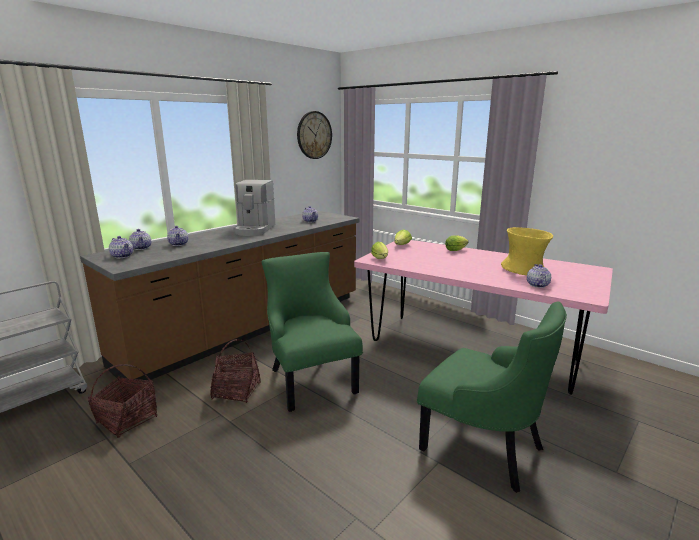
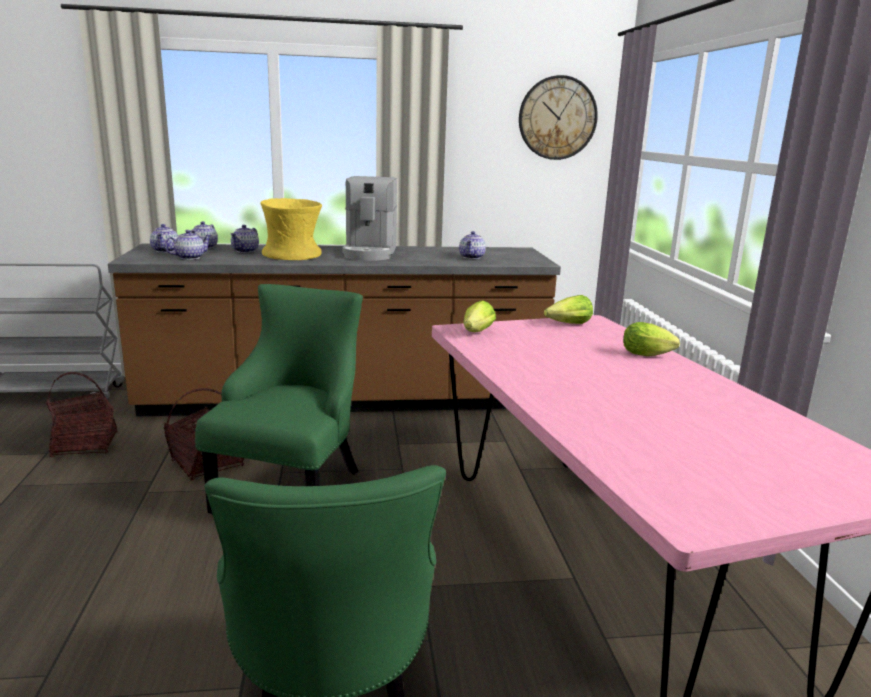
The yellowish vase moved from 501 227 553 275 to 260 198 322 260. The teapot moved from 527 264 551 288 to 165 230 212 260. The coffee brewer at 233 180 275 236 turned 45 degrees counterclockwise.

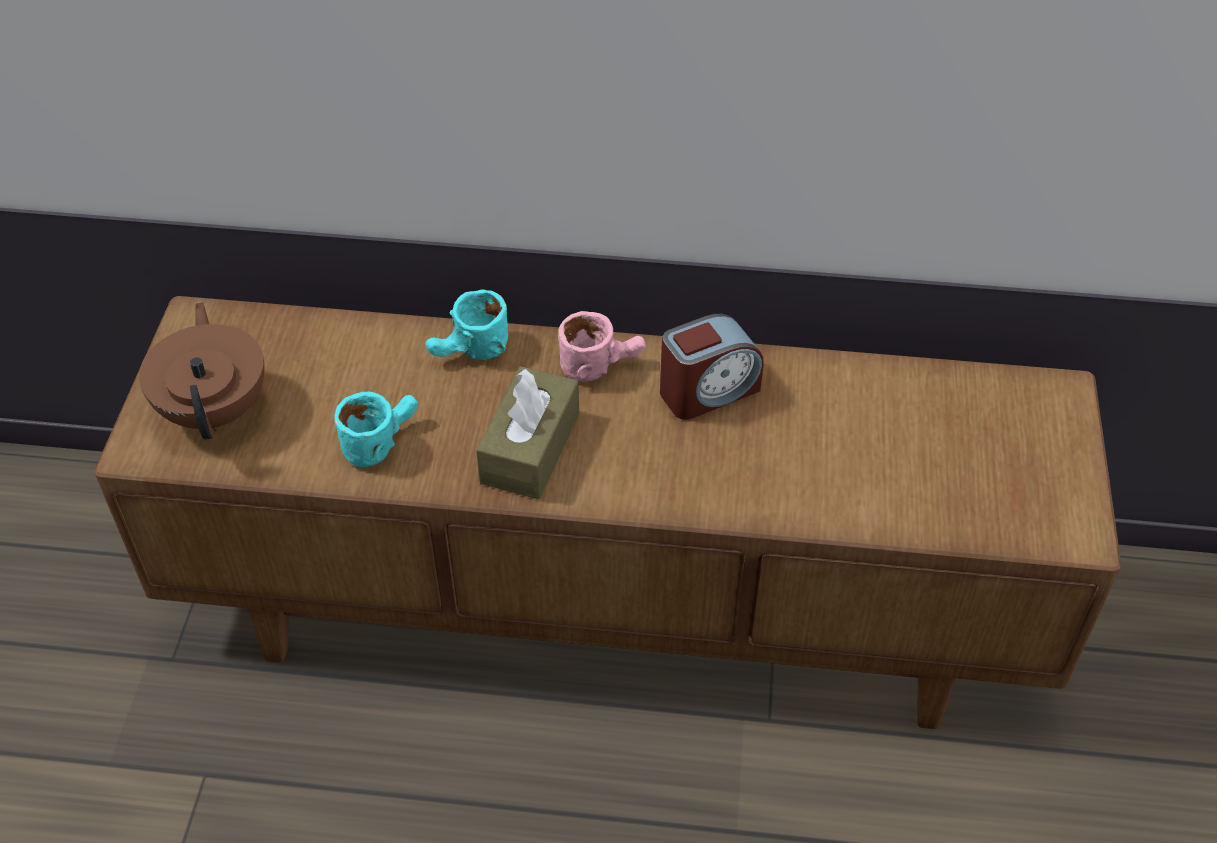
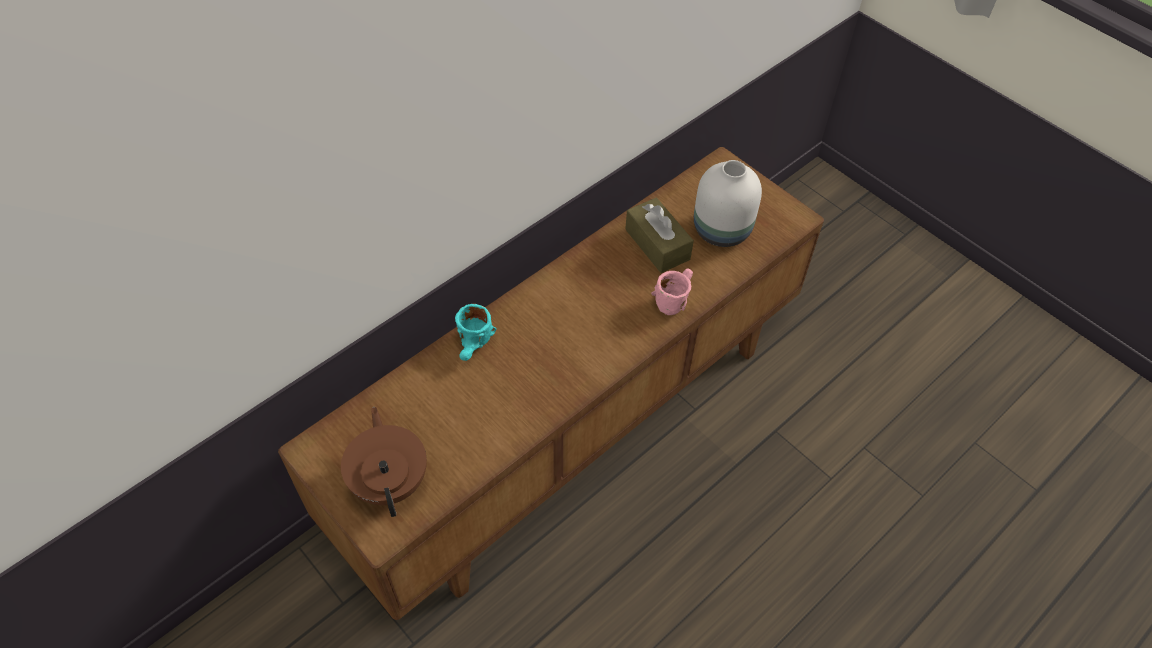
The blue-green tea mug at 334 392 418 467 disappeared. The alarm clock at 660 314 764 420 disappeared. The white-coloured vase at 694 160 762 247 appeared. The brown-coloured tissue holder moved from 476 366 579 499 to 625 198 694 273. The pink-coloured tea mug moved from 558 311 646 382 to 651 269 693 315. The brown-coloured teapot at 139 302 264 440 turned 45 degrees clockwise.

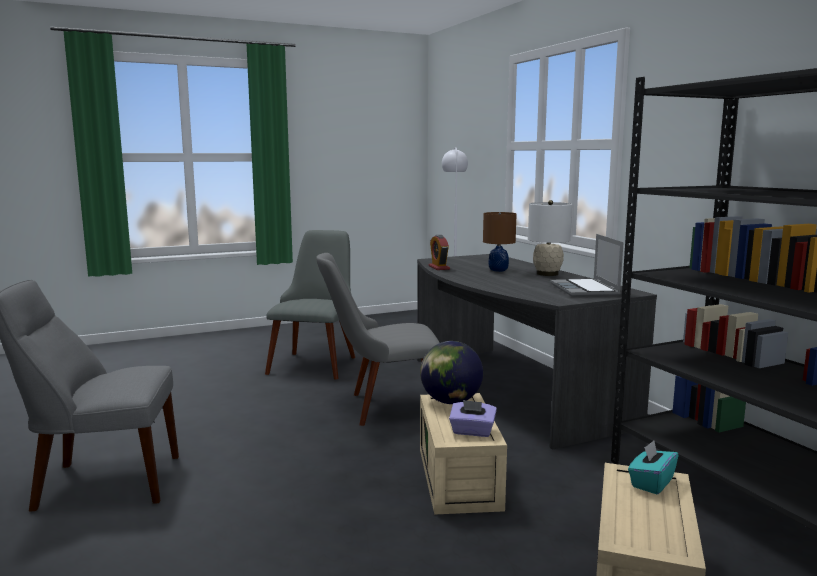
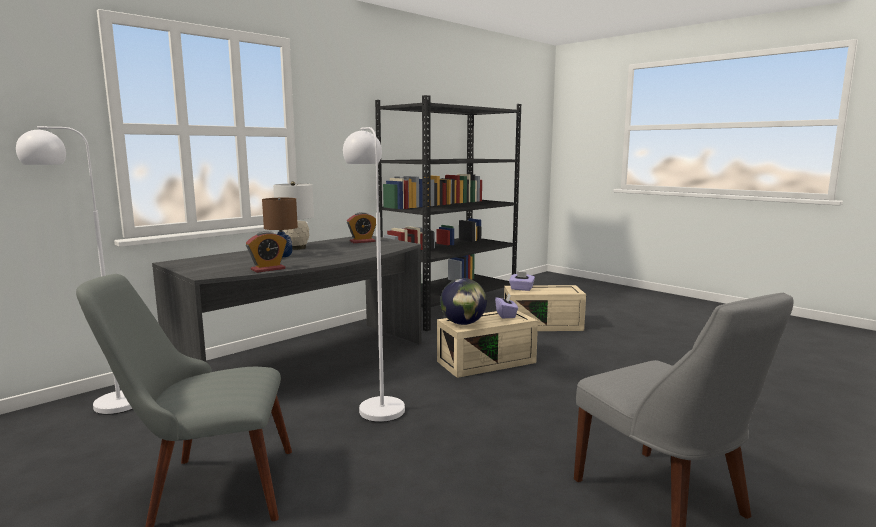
The grey chair at 316 253 440 426 was replaced by the white-coloured floor lamp at 343 127 405 422. The laptop at 550 234 624 297 was replaced by the alarm clock at 347 212 376 243. The blue-green tissue holder at 628 440 679 494 became the purple-coloured tissue holder at 509 271 535 291.

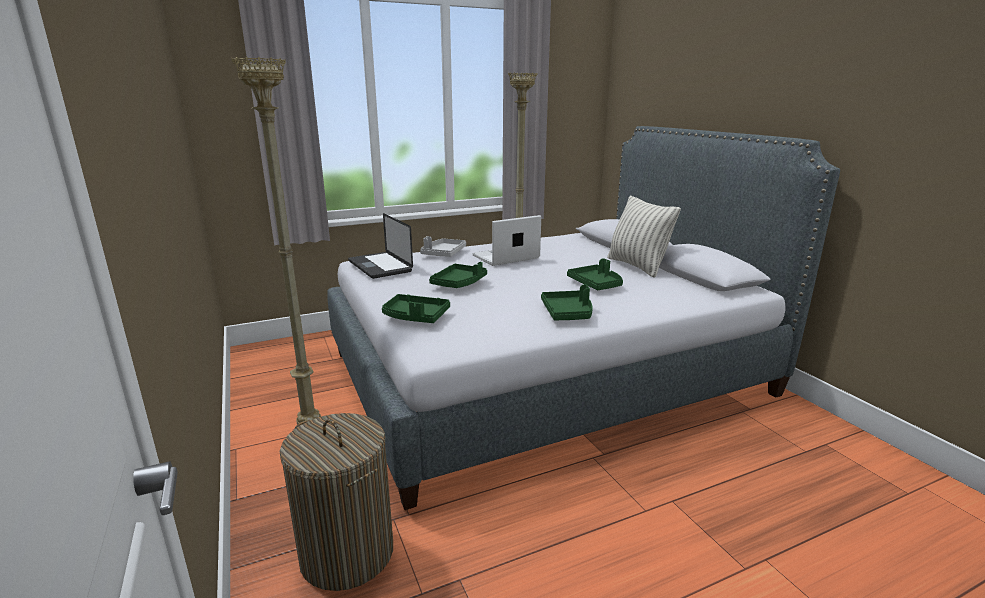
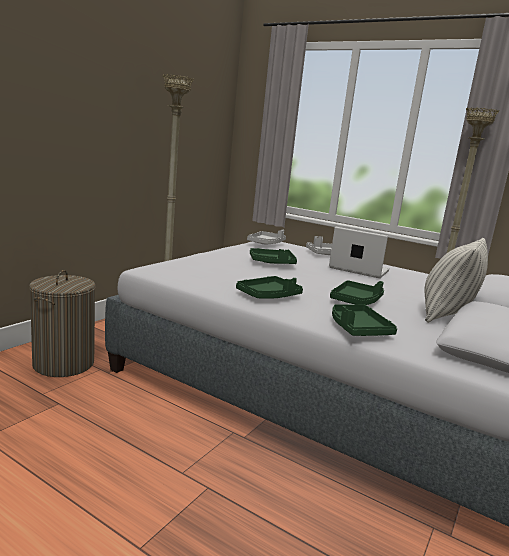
The green-coloured tray moved from 382 294 450 323 to 332 304 397 336. The laptop at 348 213 413 279 was replaced by the grey tray at 247 230 286 244.

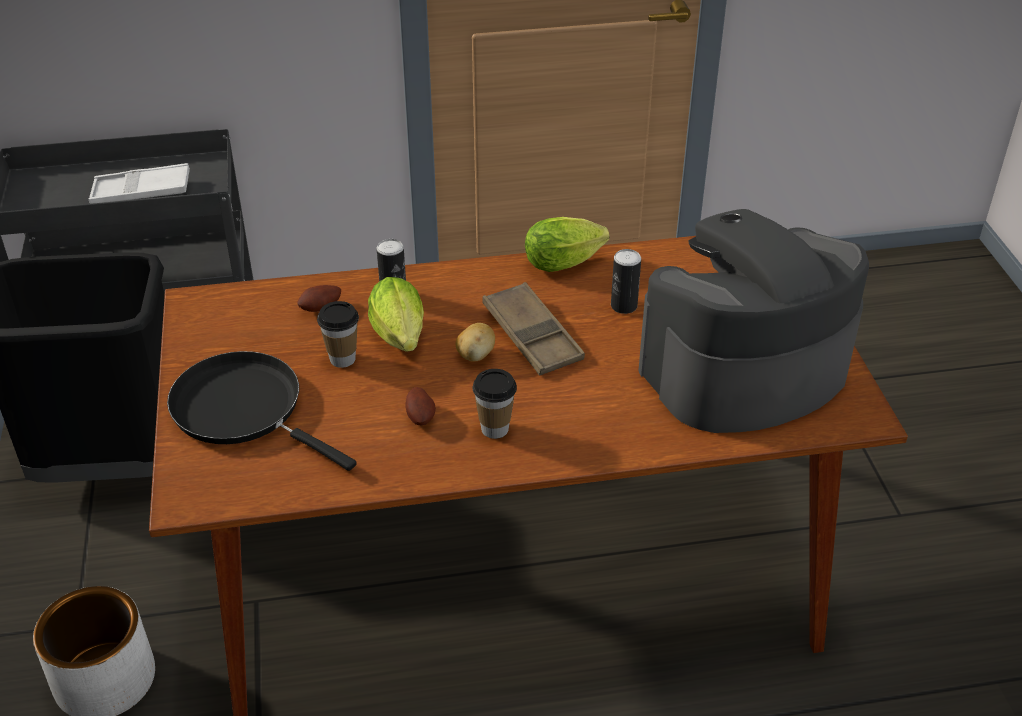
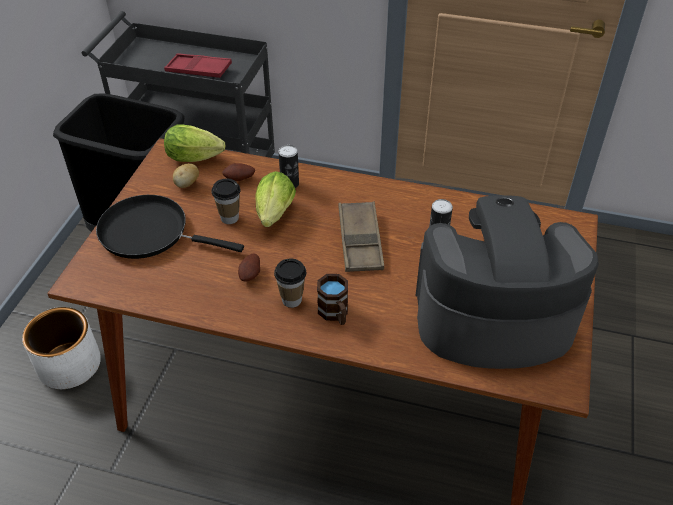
The brown-coloured tea mug at 317 274 348 325 appeared. The whole potato moved from 456 323 495 362 to 173 163 199 188. The lettuce moved from 525 217 610 272 to 164 124 225 162. The white-coloured tray at 89 163 190 204 became the red-coloured tray at 164 53 232 78. The black-coloured skillet at 167 351 357 471 turned 45 degrees counterclockwise.

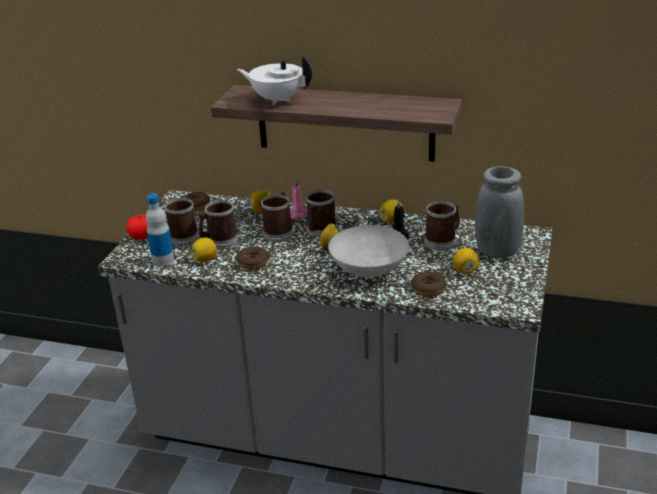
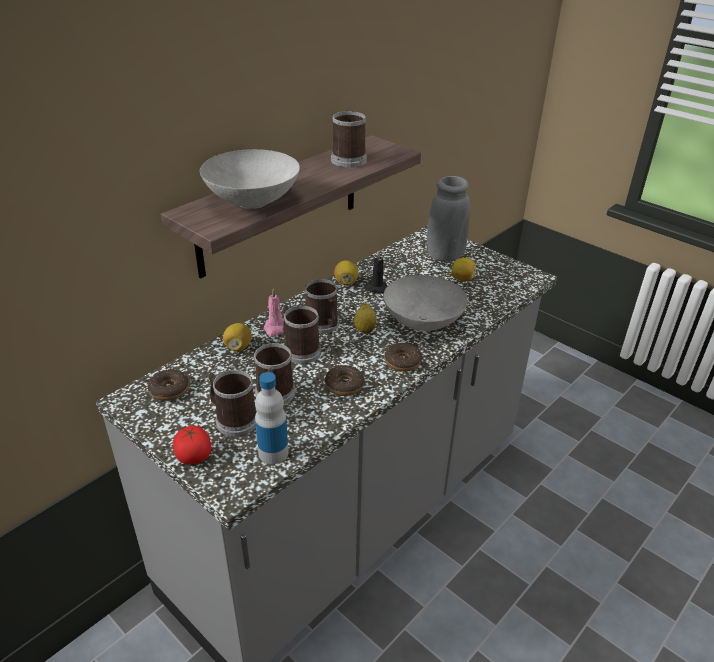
The citrus fruit at 191 237 217 262 disappeared. The ring doughnut moved from 411 271 446 297 to 384 343 422 372. The tea mug moved from 424 201 460 251 to 331 110 367 168. The white-coloured teapot at 237 55 312 105 was replaced by the grey serving bowl at 200 149 300 209.

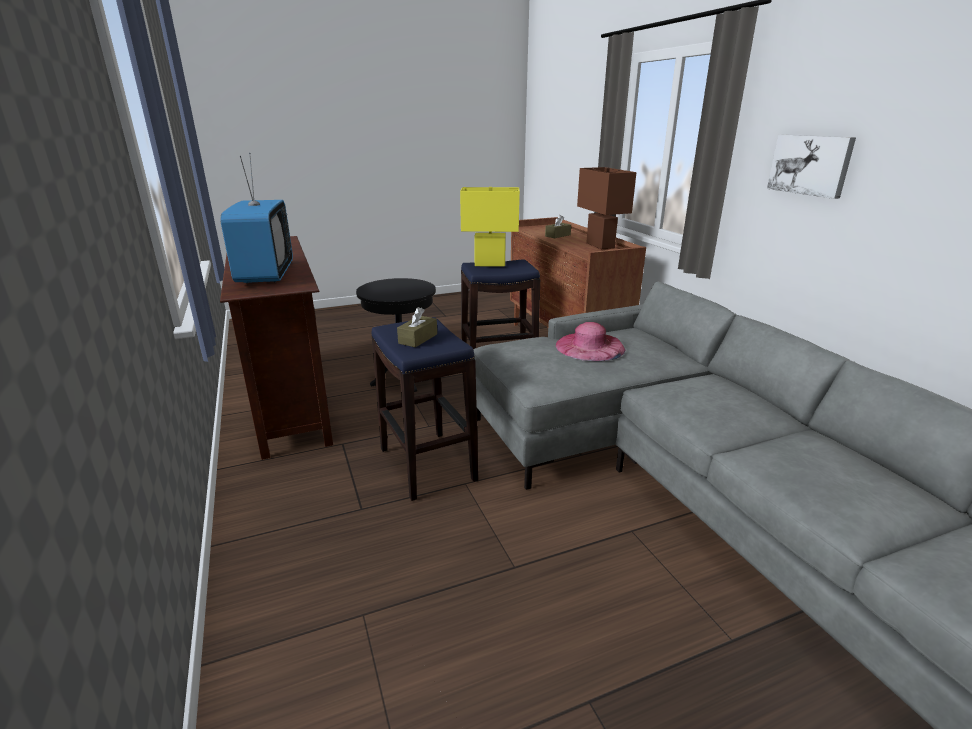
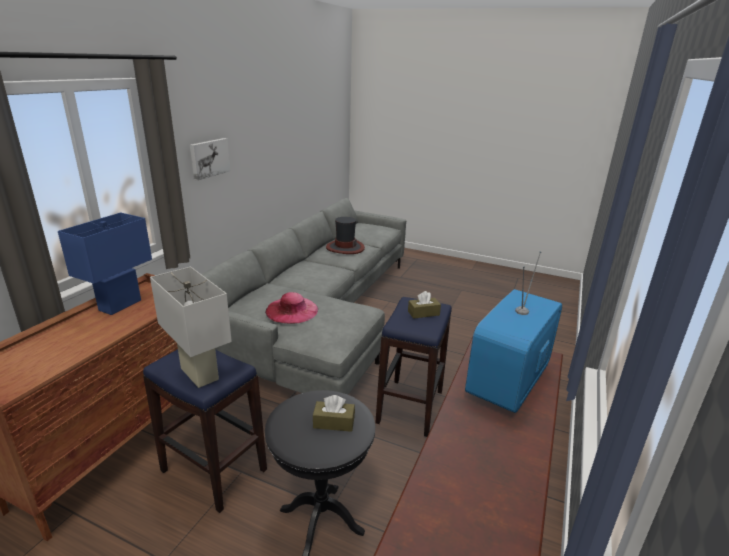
The wearable hat at 326 217 365 254 appeared. The brown-coloured tissue holder moved from 545 215 571 238 to 313 395 355 432. The yellowish table lamp at 460 187 520 267 became the white-coloured table lamp at 150 267 232 388. The brown-coloured table lamp at 577 167 636 249 became the blue table lamp at 58 212 152 315.

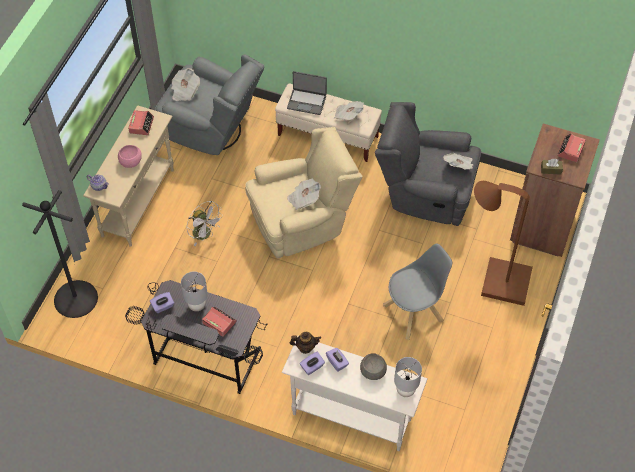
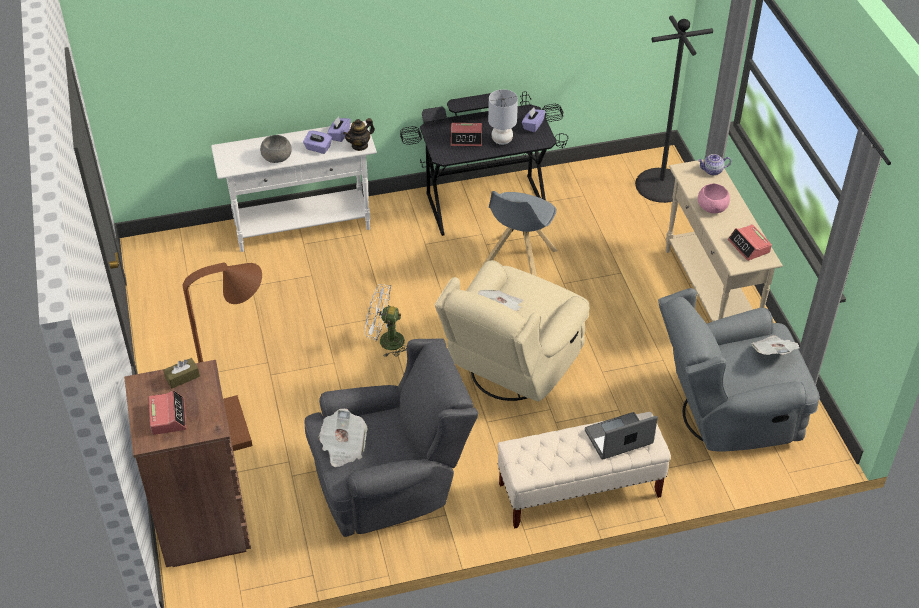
The daily paper at 334 101 364 121 disappeared. The grey table lamp at 394 357 422 397 disappeared. The white-coloured fan moved from 186 201 224 246 to 365 284 407 357. The grey chair moved from 383 244 452 340 to 483 191 557 276.

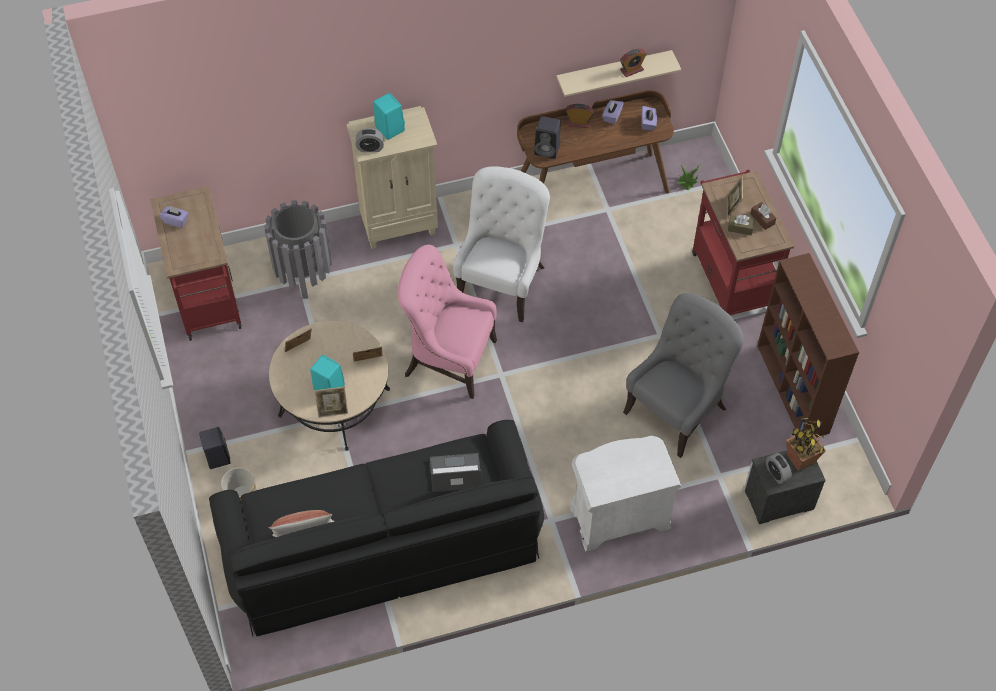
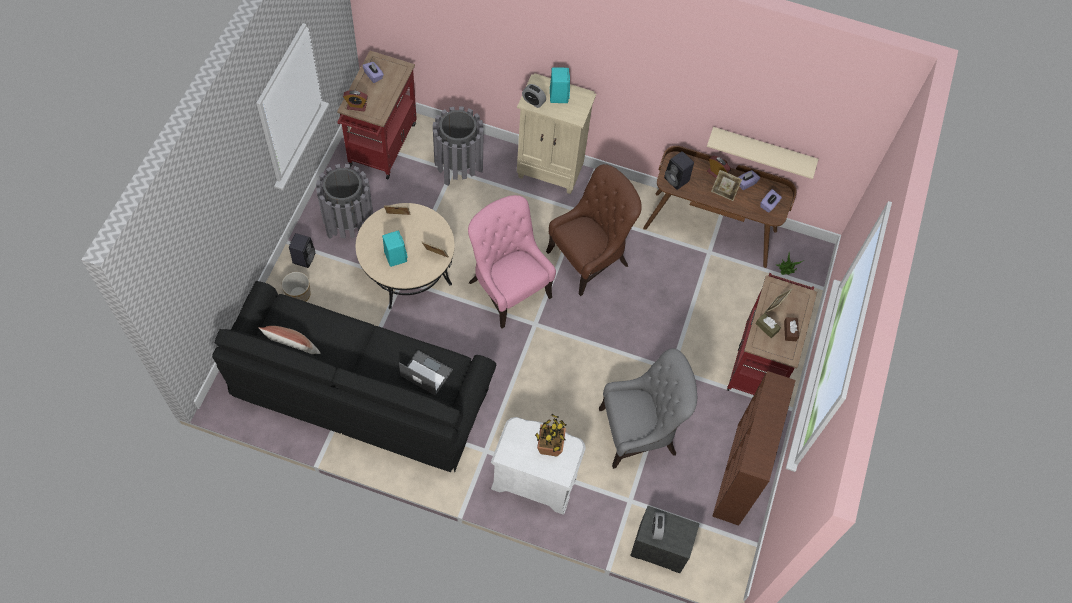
The grey waste bin at 316 164 373 239 appeared. The picture frame moved from 315 387 348 418 to 711 170 742 201. The alarm clock moved from 620 48 647 77 to 343 90 368 112. The potted plant moved from 786 417 826 471 to 535 413 566 457. The white-coloured chair at 453 166 550 323 became the brown-coloured chair at 546 164 642 296.

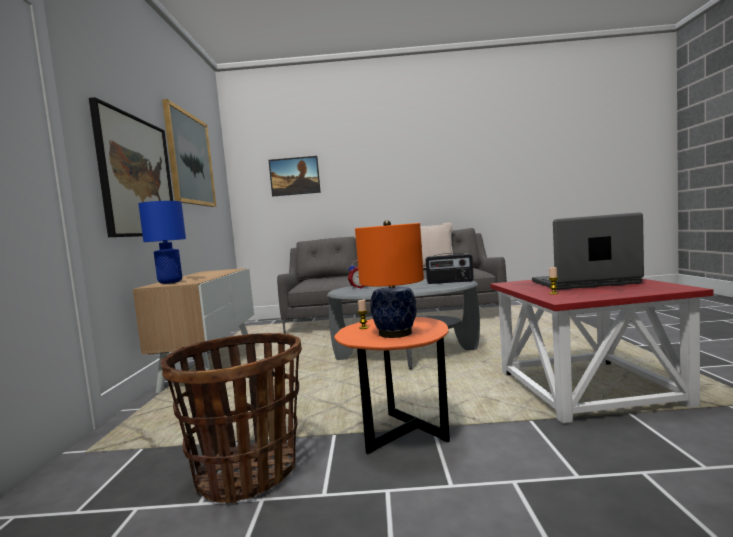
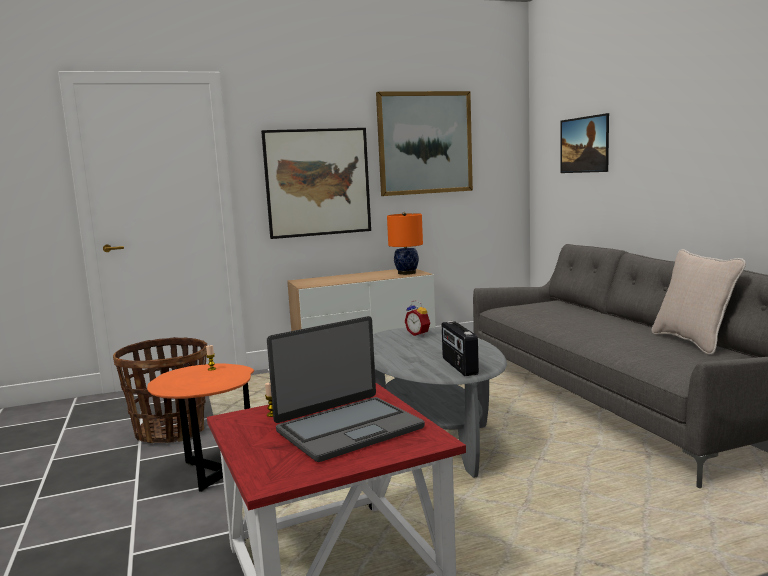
The blue table lamp at 138 201 186 284 disappeared. The orange table lamp moved from 355 220 424 338 to 387 212 423 275. The laptop at 532 212 644 290 turned 75 degrees clockwise.

